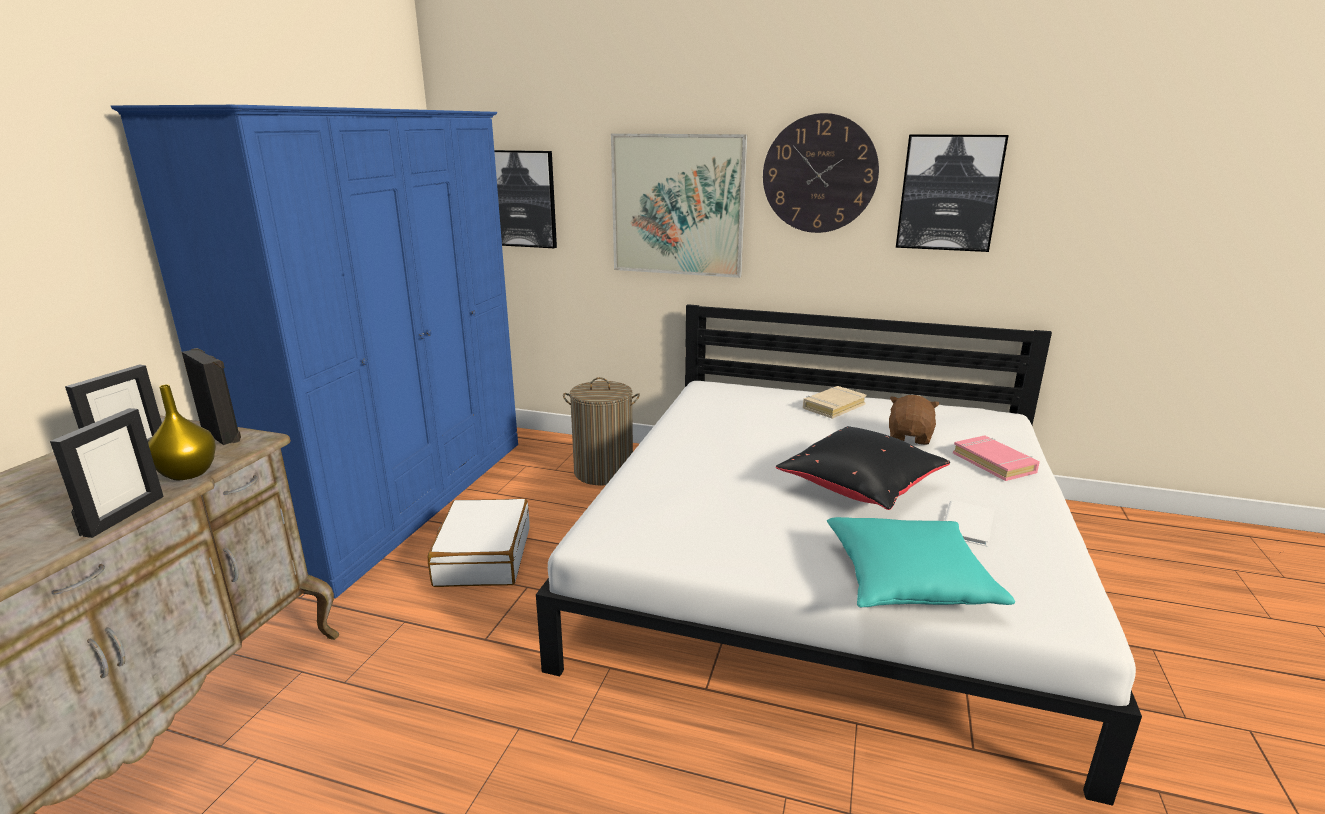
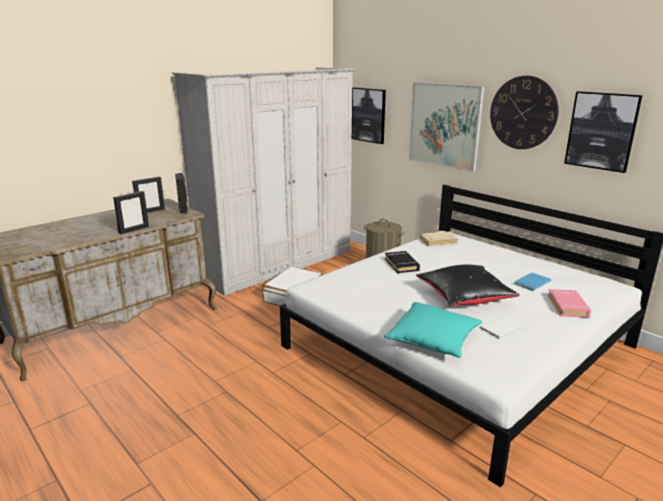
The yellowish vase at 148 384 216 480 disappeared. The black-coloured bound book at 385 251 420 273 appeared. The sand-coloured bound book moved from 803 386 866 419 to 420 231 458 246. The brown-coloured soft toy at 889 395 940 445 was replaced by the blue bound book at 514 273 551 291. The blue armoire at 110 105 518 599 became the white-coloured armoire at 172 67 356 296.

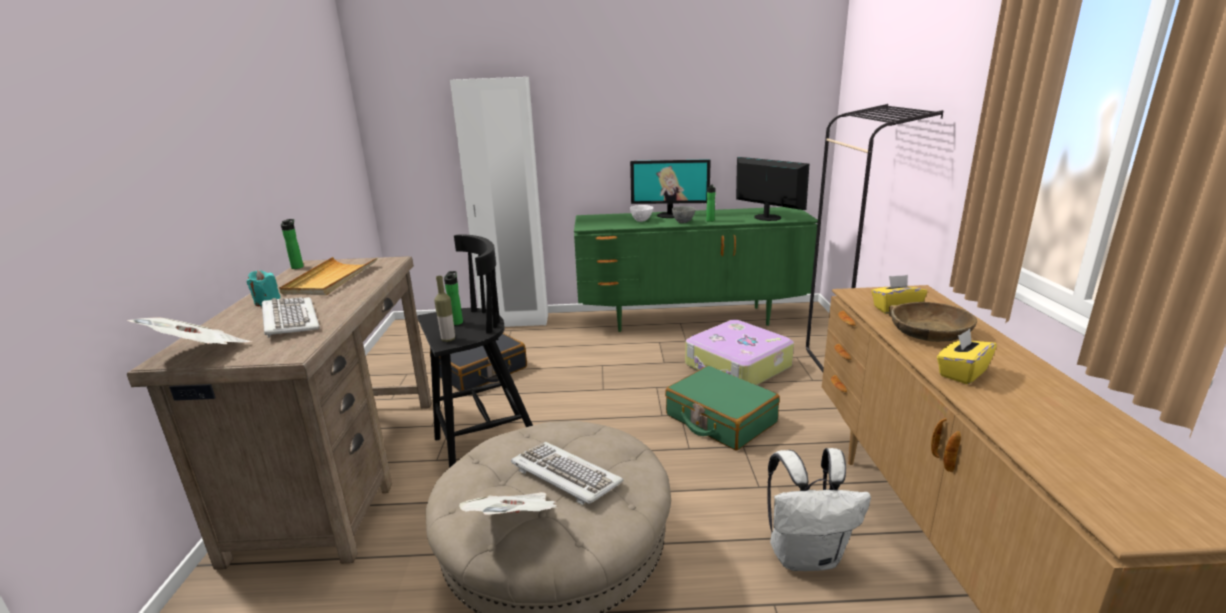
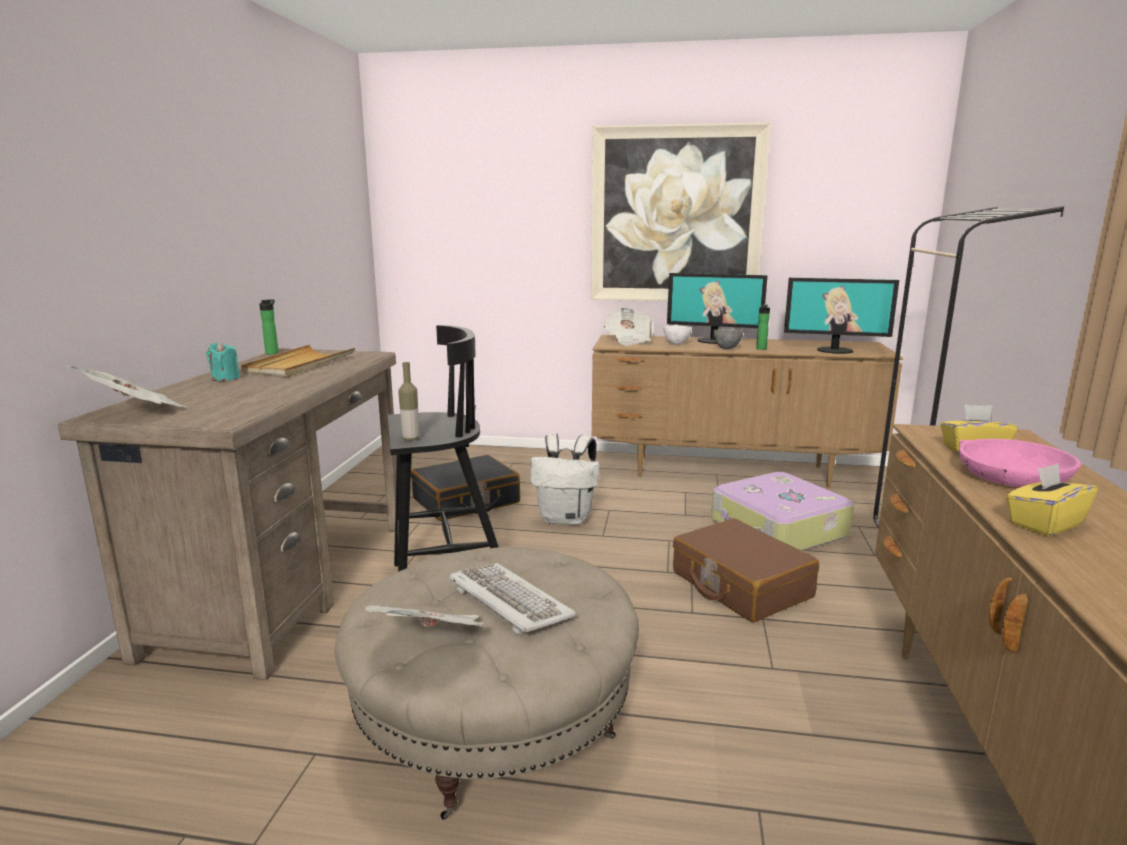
The keyboard at 262 297 320 338 disappeared. The drink bottle at 444 271 463 325 disappeared. The white-coloured armoire at 450 77 548 327 disappeared. The wall art at 591 122 771 301 appeared. The daily paper at 604 307 653 346 appeared. The white-coloured backpack moved from 767 448 871 571 to 530 434 600 525. The green-coloured chest of drawers at 574 207 818 332 became the brown-coloured chest of drawers at 592 335 903 488. The green-coloured suitcase at 665 366 780 450 became the brown-coloured suitcase at 673 518 819 622. The brown-coloured serving bowl at 889 302 977 342 became the pink-coloured serving bowl at 959 439 1081 488. The computer display at 736 157 809 221 turned 135 degrees clockwise.

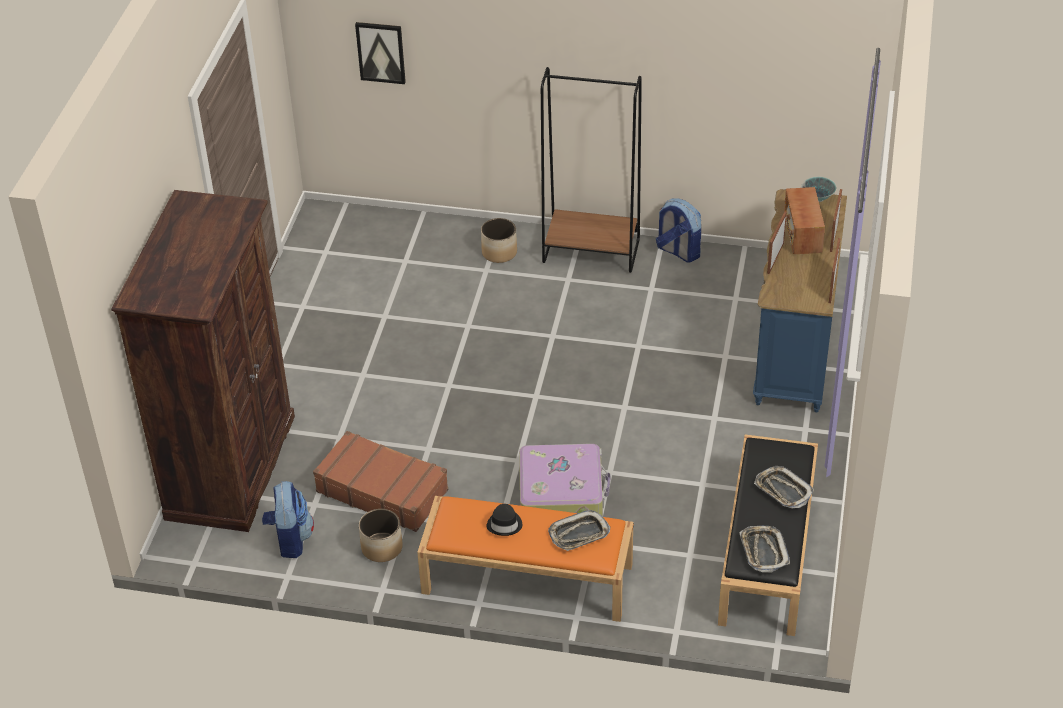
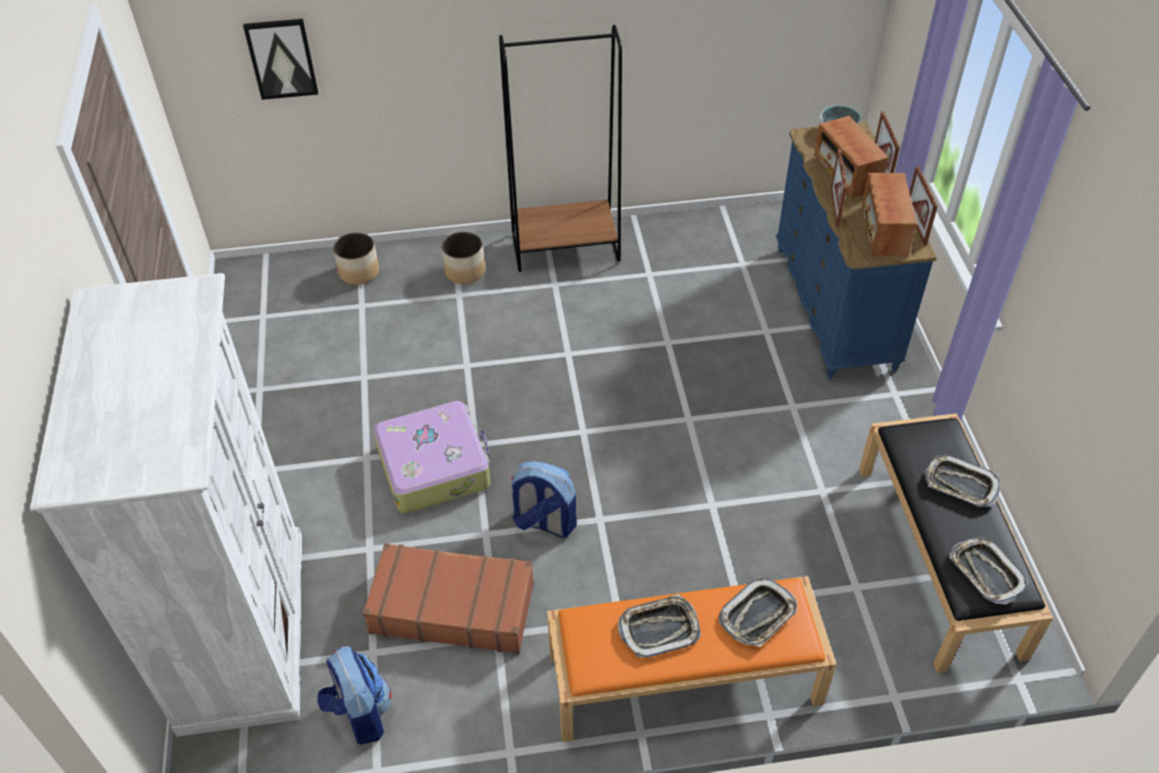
The radio receiver at 862 173 917 256 appeared. The planter moved from 359 509 403 562 to 333 232 379 285. The suitcase moved from 519 444 610 517 to 373 401 491 513. The backpack moved from 656 198 701 262 to 510 461 577 538. The black-coloured wearable hat at 486 504 522 536 was replaced by the tray at 618 594 701 658. The brown-coloured armoire at 111 190 295 532 became the white-coloured armoire at 30 273 302 737.

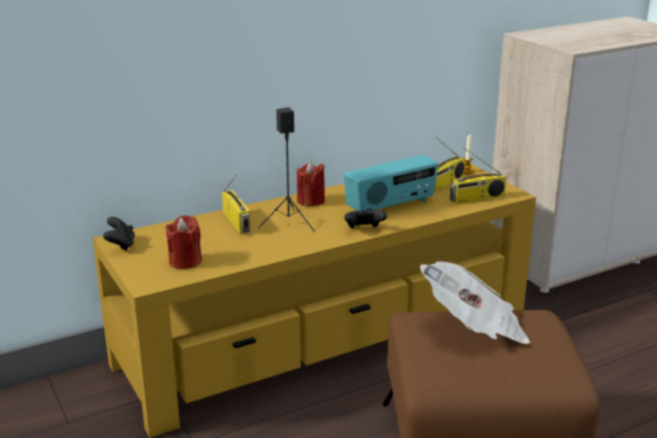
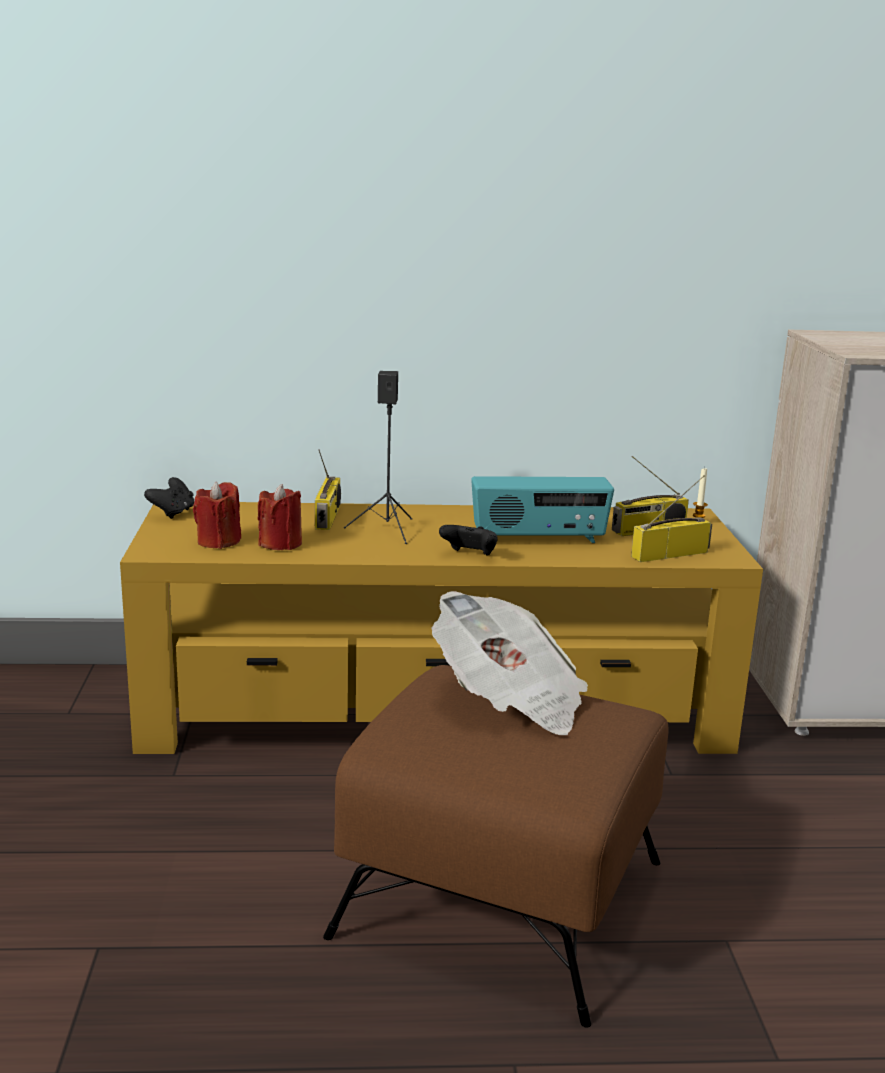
The red-coloured wax light moved from 297 162 325 206 to 257 484 302 550. The radio receiver at 450 147 506 204 turned 150 degrees clockwise.

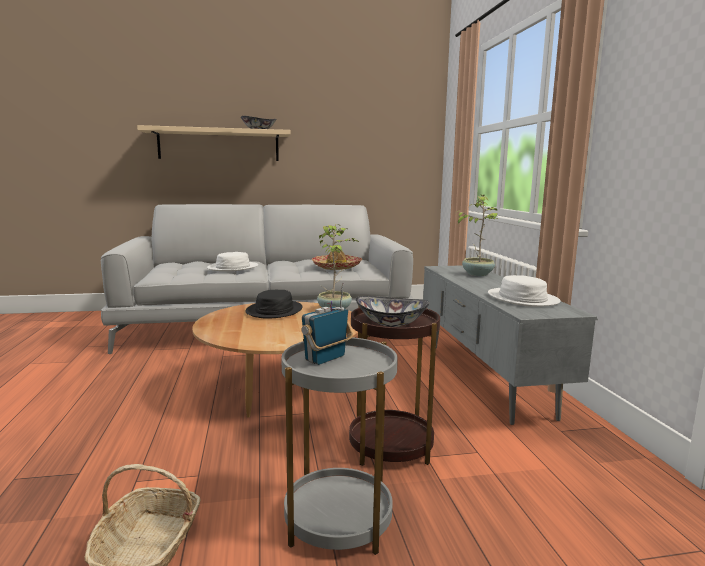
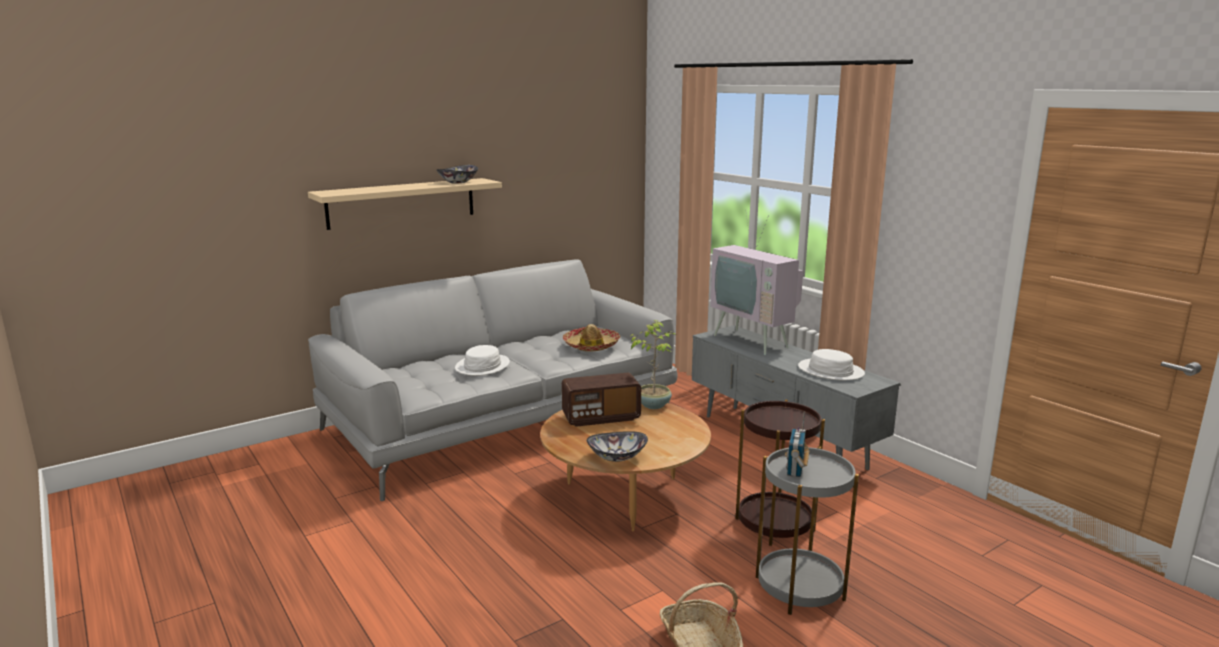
The serving bowl moved from 356 296 430 327 to 587 431 648 462. The black-coloured wearable hat at 245 290 303 318 was replaced by the radio receiver at 562 373 641 427. The potted plant at 457 195 499 276 was replaced by the TV at 710 209 803 355.

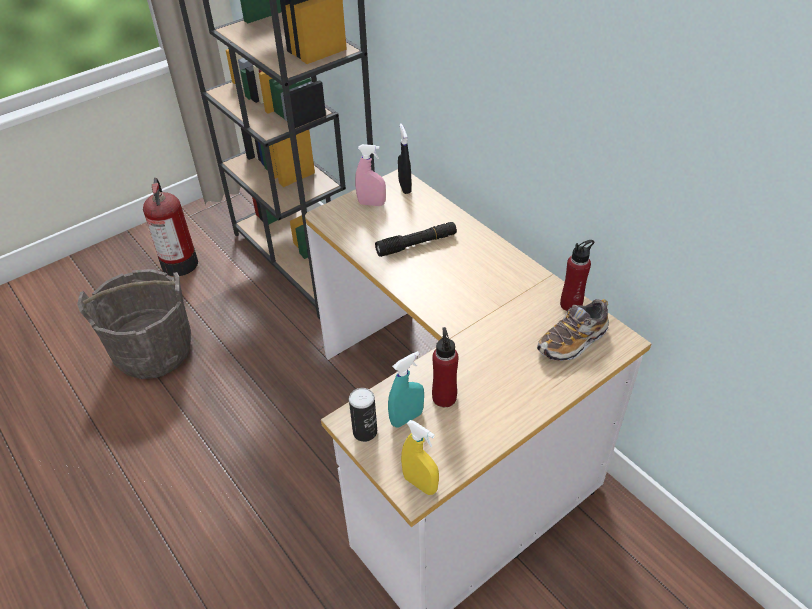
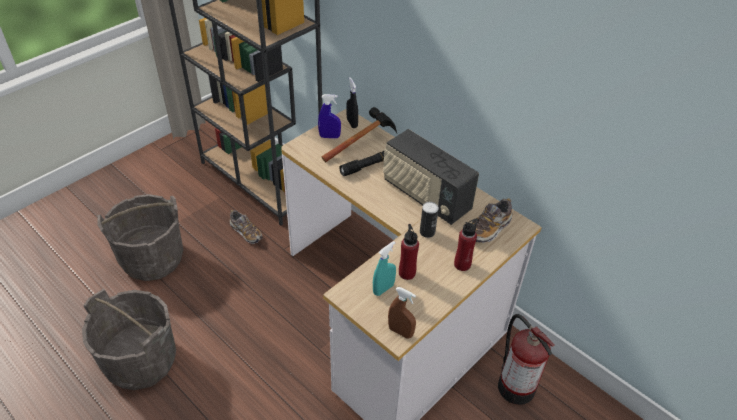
The grey pail at 82 289 176 390 appeared. The low shoe at 230 210 263 244 appeared. The hammer at 322 107 397 162 appeared. The radio receiver at 383 129 479 225 appeared. The fire-fighting cylinder moved from 143 178 198 276 to 498 314 555 405. The sealed can moved from 349 388 377 442 to 420 202 439 238. The red-coloured drink bottle moved from 560 240 594 311 to 454 218 479 271. The pink-coloured sprayer at 355 144 386 206 became the blue sprayer at 318 94 341 139. The yellowish sprayer at 401 420 439 495 became the brown-coloured sprayer at 388 287 416 339.

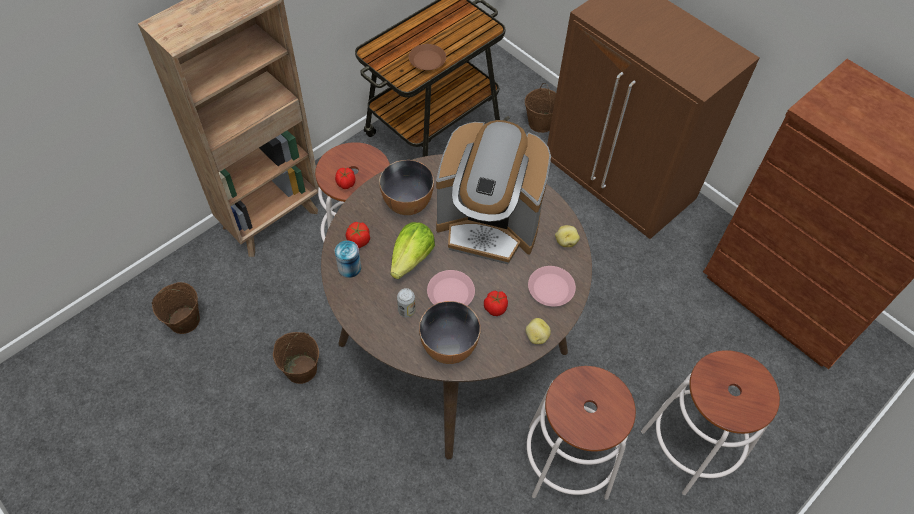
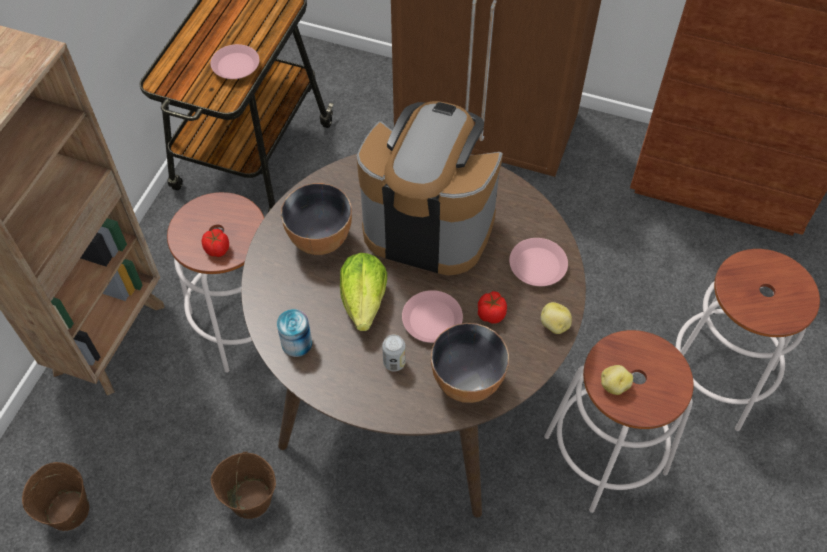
The whole tomato at 346 222 370 248 disappeared. The brown-coloured pail at 525 83 556 133 disappeared. The whole potato moved from 555 225 580 247 to 601 365 633 395. The brown-coloured dinner plate at 409 44 446 71 became the pink-coloured dinner plate at 211 44 259 79. The coffee brewer at 436 120 551 264 turned 150 degrees counterclockwise.

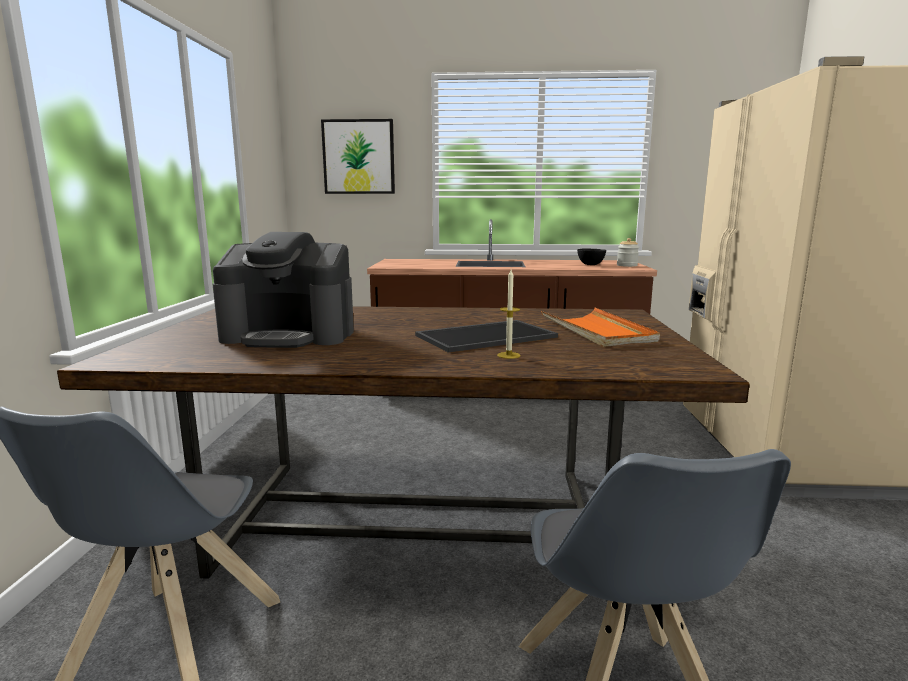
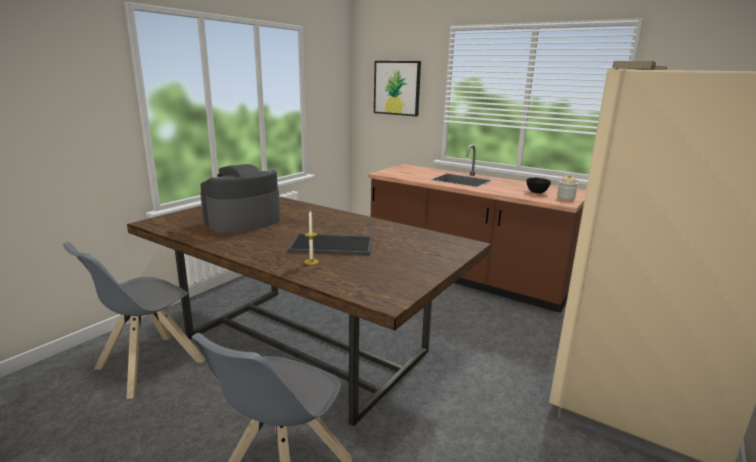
The orange tray at 541 308 660 347 disappeared. The coffee brewer at 213 232 354 348 turned 105 degrees clockwise.

